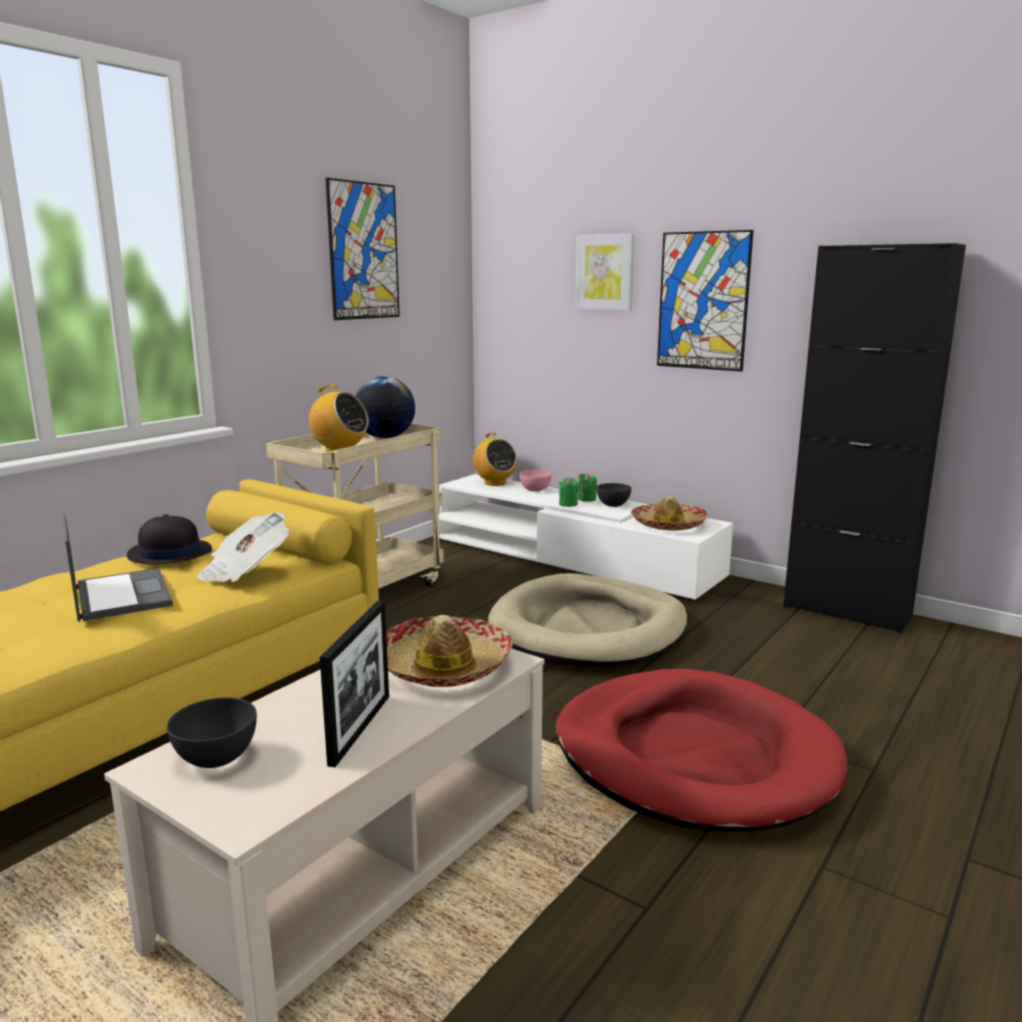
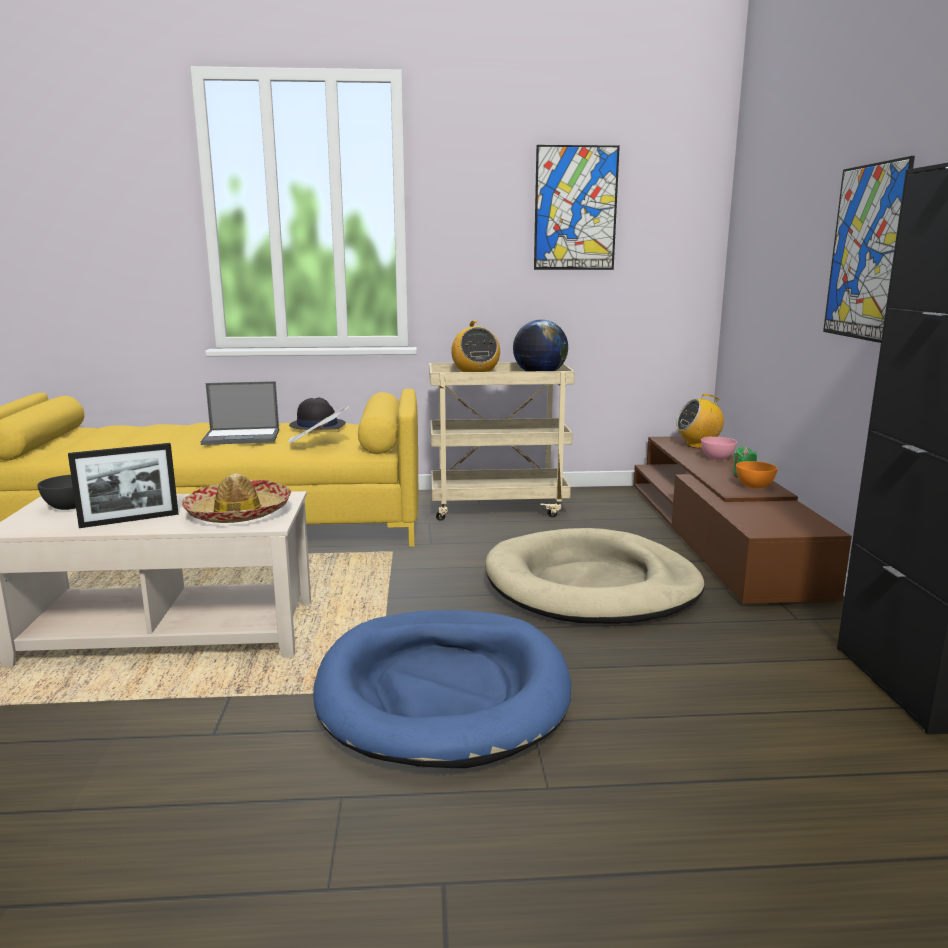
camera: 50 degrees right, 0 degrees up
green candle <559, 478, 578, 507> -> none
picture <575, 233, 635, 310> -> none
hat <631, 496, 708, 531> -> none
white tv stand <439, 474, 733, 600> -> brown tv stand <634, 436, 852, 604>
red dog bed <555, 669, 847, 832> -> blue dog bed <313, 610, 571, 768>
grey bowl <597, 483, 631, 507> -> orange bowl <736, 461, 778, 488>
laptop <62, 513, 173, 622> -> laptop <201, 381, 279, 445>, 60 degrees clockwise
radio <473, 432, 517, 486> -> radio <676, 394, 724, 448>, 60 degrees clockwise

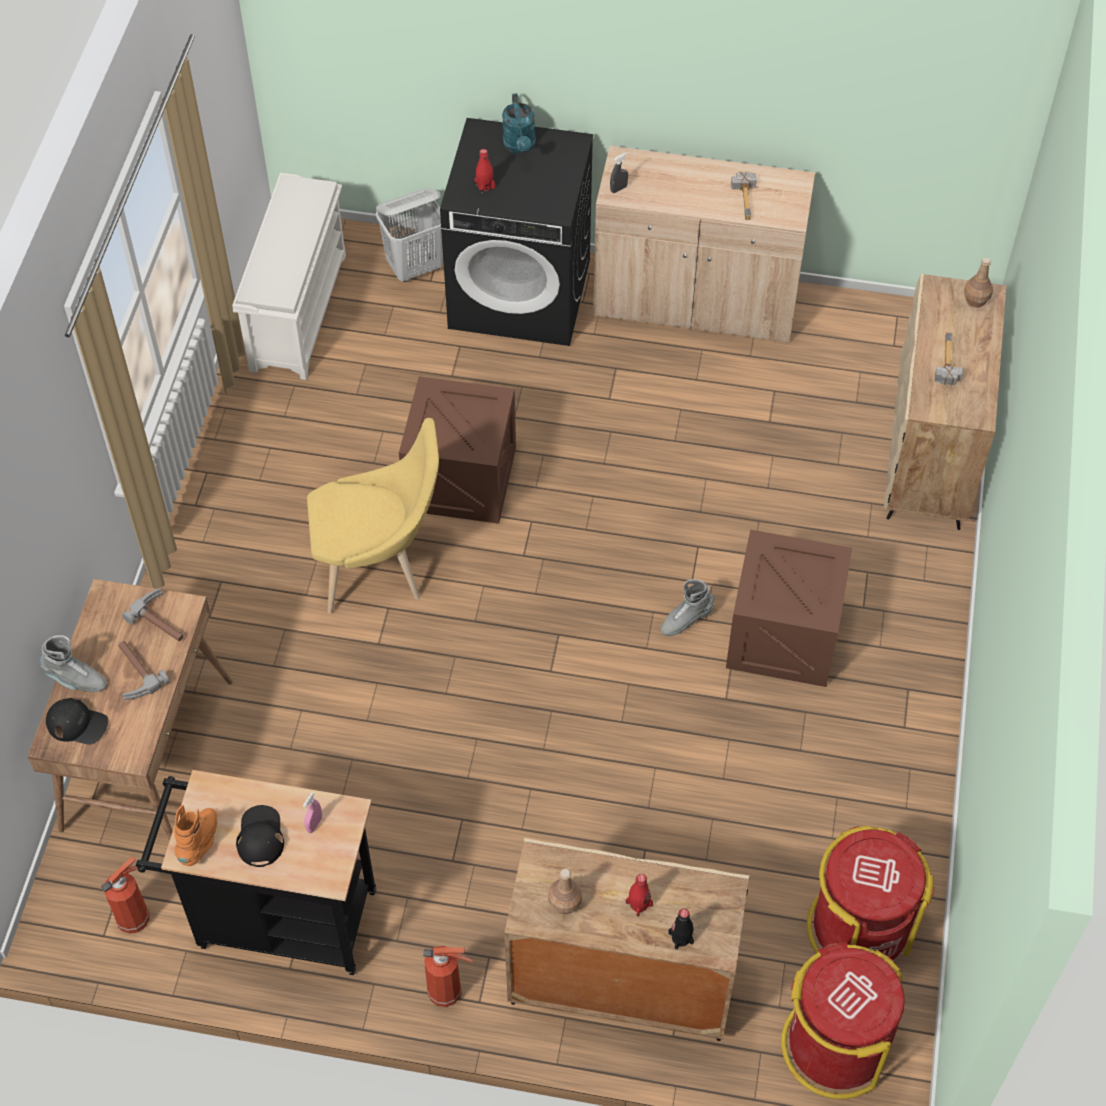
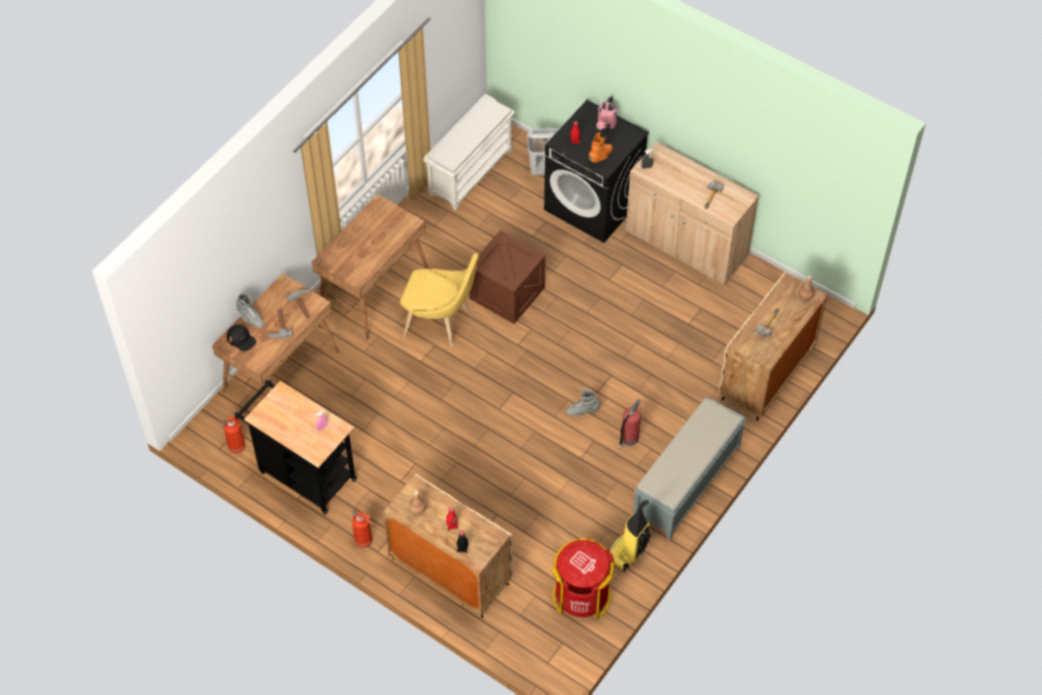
camera: 25 degrees right, 0 degrees up
black cap <236, 805, 284, 867> -> none
red trash can <781, 943, 905, 1099> -> none
none -> brown desk <312, 194, 429, 340>
none -> vacuum cleaner <610, 500, 651, 572>
none -> grey bench <633, 398, 746, 540>
orange boot <174, 805, 217, 866> -> orange boot <589, 132, 613, 163>, relocated
crate <726, 530, 852, 687> -> fire extinguisher <619, 399, 641, 449>
turquoise watering can <502, 93, 536, 154> -> pink watering can <596, 96, 617, 130>

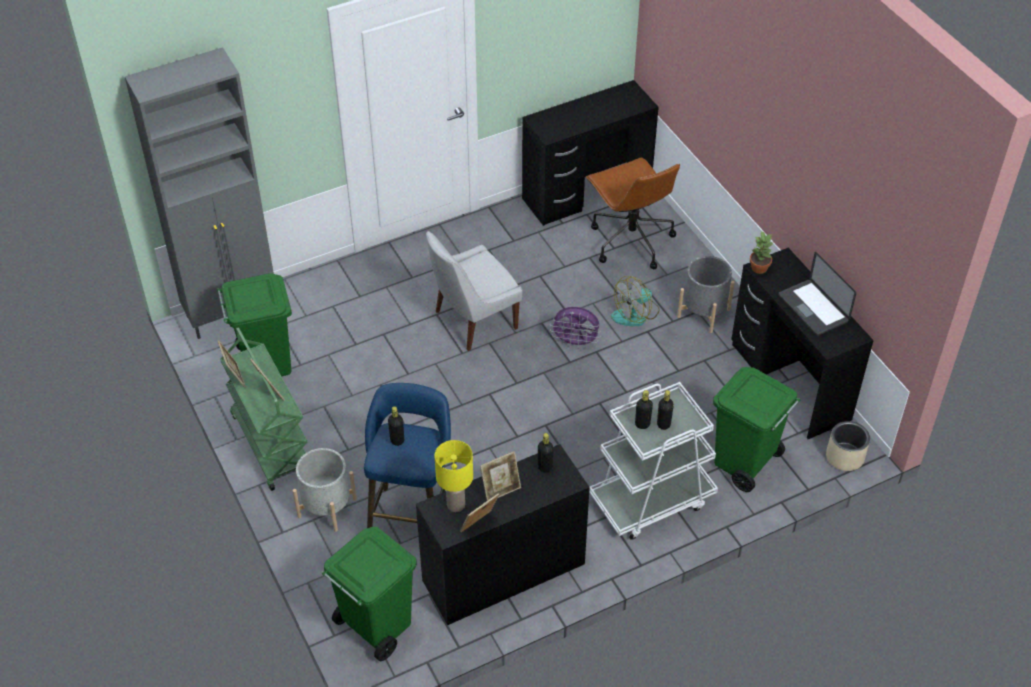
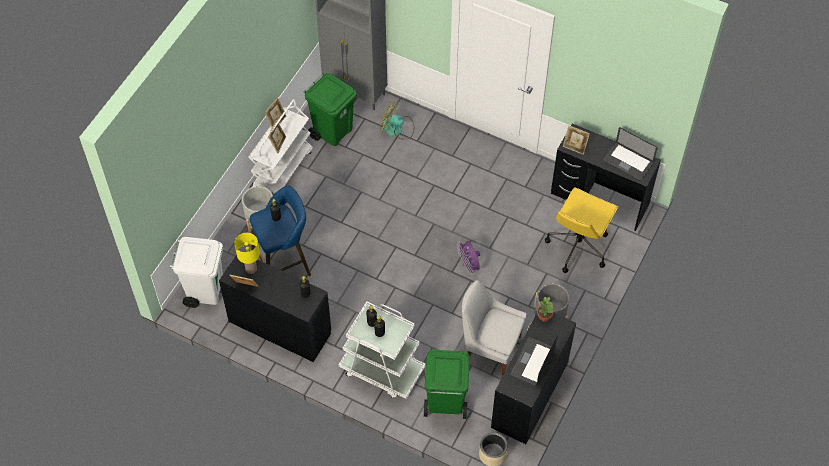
camera: 55 degrees right, 10 degrees up
none -> laptop <603, 127, 657, 181>
white chair <426, 231, 522, 351> -> white chair <462, 280, 526, 376>, relocated
picture frame <480, 451, 521, 500> -> picture frame <563, 125, 590, 155>, relocated
fan <611, 276, 660, 326> -> fan <380, 103, 414, 139>, relocated
green cart <220, 327, 308, 491> -> white cart <248, 99, 313, 194>
green trash can <322, 527, 416, 661> -> white trash can <170, 237, 223, 308>
brown office chair <586, 158, 680, 269> -> yellow office chair <545, 187, 618, 273>

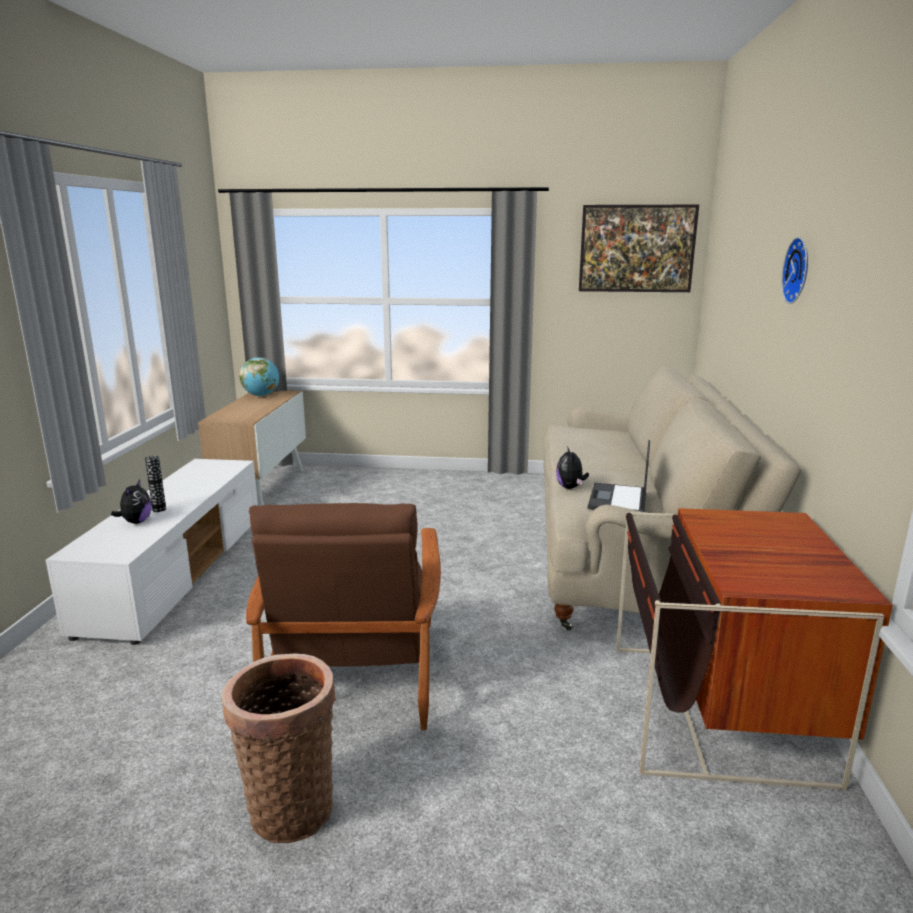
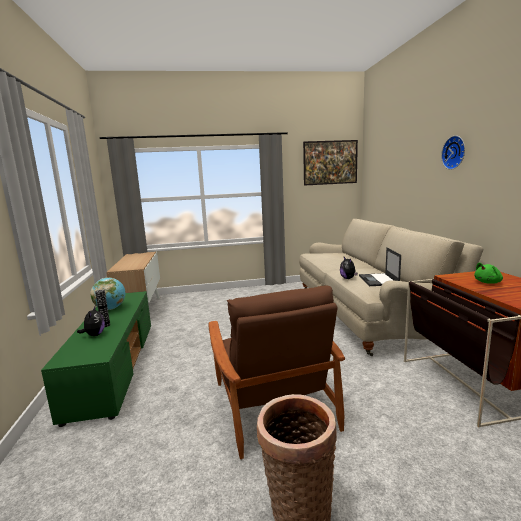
camera: 15 degrees left, 5 degrees down
none -> green plush toy <474, 262, 503, 284>
globe <239, 357, 279, 396> -> globe <90, 278, 125, 310>, relocated
white tv stand <46, 459, 258, 645> -> green tv stand <41, 291, 151, 427>

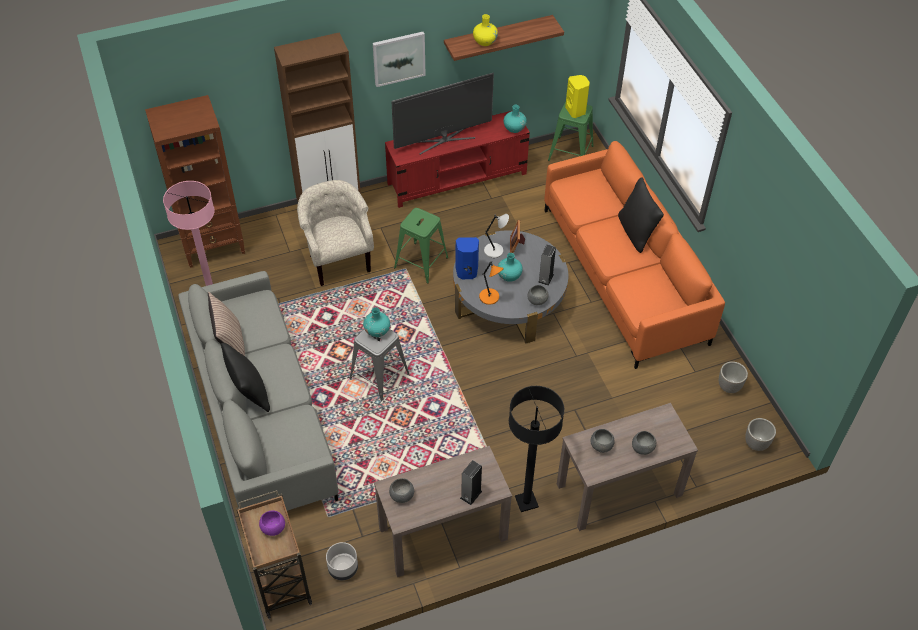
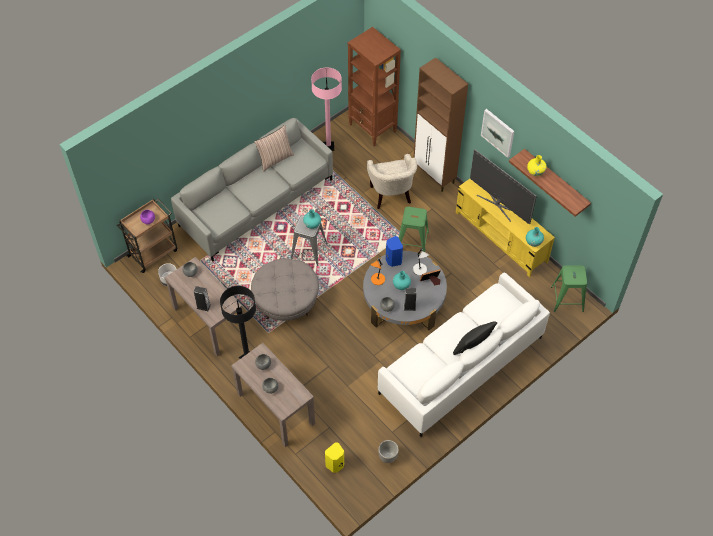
camera: 70 degrees right, 5 degrees up
black pillow <221, 343, 270, 412> -> none
planter <745, 418, 776, 451> -> none
none -> grey ottoman <251, 258, 319, 321>
yellow speaker <565, 75, 590, 118> -> yellow speaker <325, 442, 344, 473>, relocated
red tv stand <385, 111, 530, 208> -> yellow tv stand <456, 179, 555, 277>
orange sofa <544, 141, 725, 369> -> white sofa <378, 273, 550, 437>
beige armchair <297, 180, 374, 286> -> beige armchair <367, 154, 417, 209>, 120 degrees clockwise

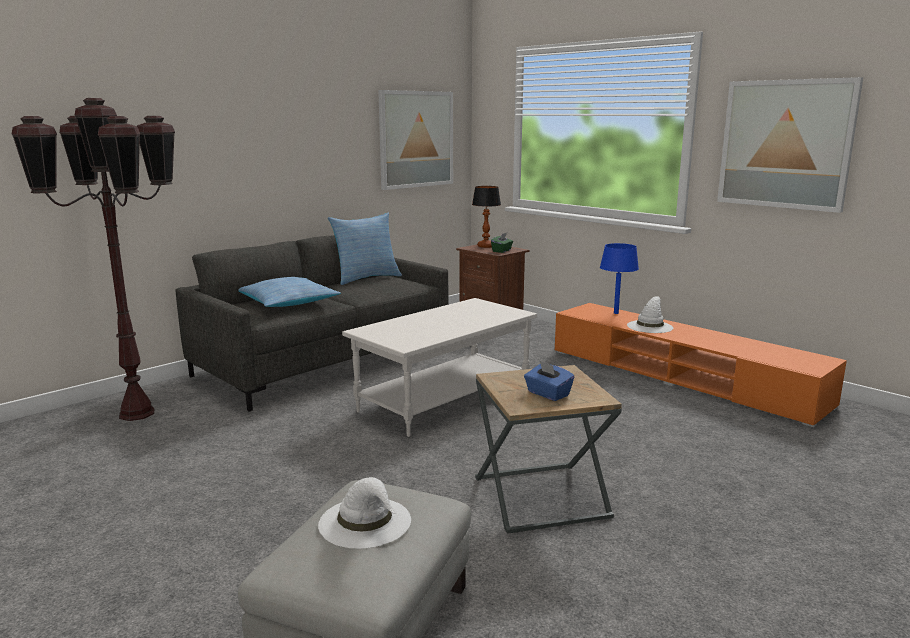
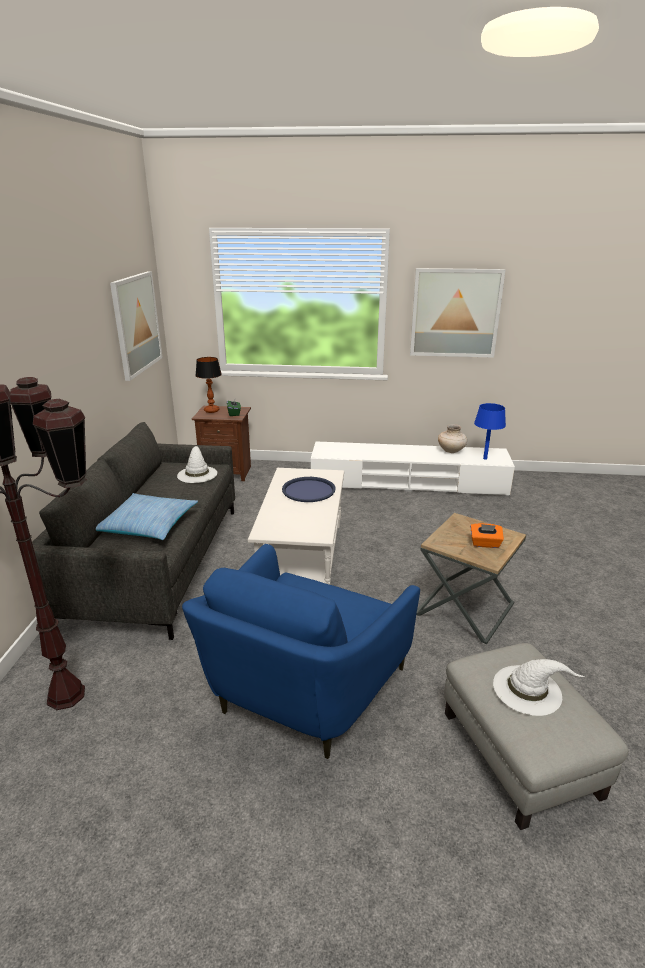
camera: 40 degrees left, 10 degrees up
pillow <328, 212, 402, 285> -> none
none -> blue armchair <182, 544, 420, 759>
none -> blue tray <282, 477, 336, 502>
none -> beige vase <438, 424, 467, 453>
blue table lamp <600, 243, 639, 314> -> blue table lamp <474, 403, 506, 460>, relocated
white hat <627, 296, 673, 333> -> white hat <177, 446, 217, 483>, relocated
blue tissue box <524, 360, 574, 401> -> orange tissue box <470, 523, 504, 548>
orange tv stand <555, 303, 847, 427> -> white tv stand <311, 441, 515, 496>

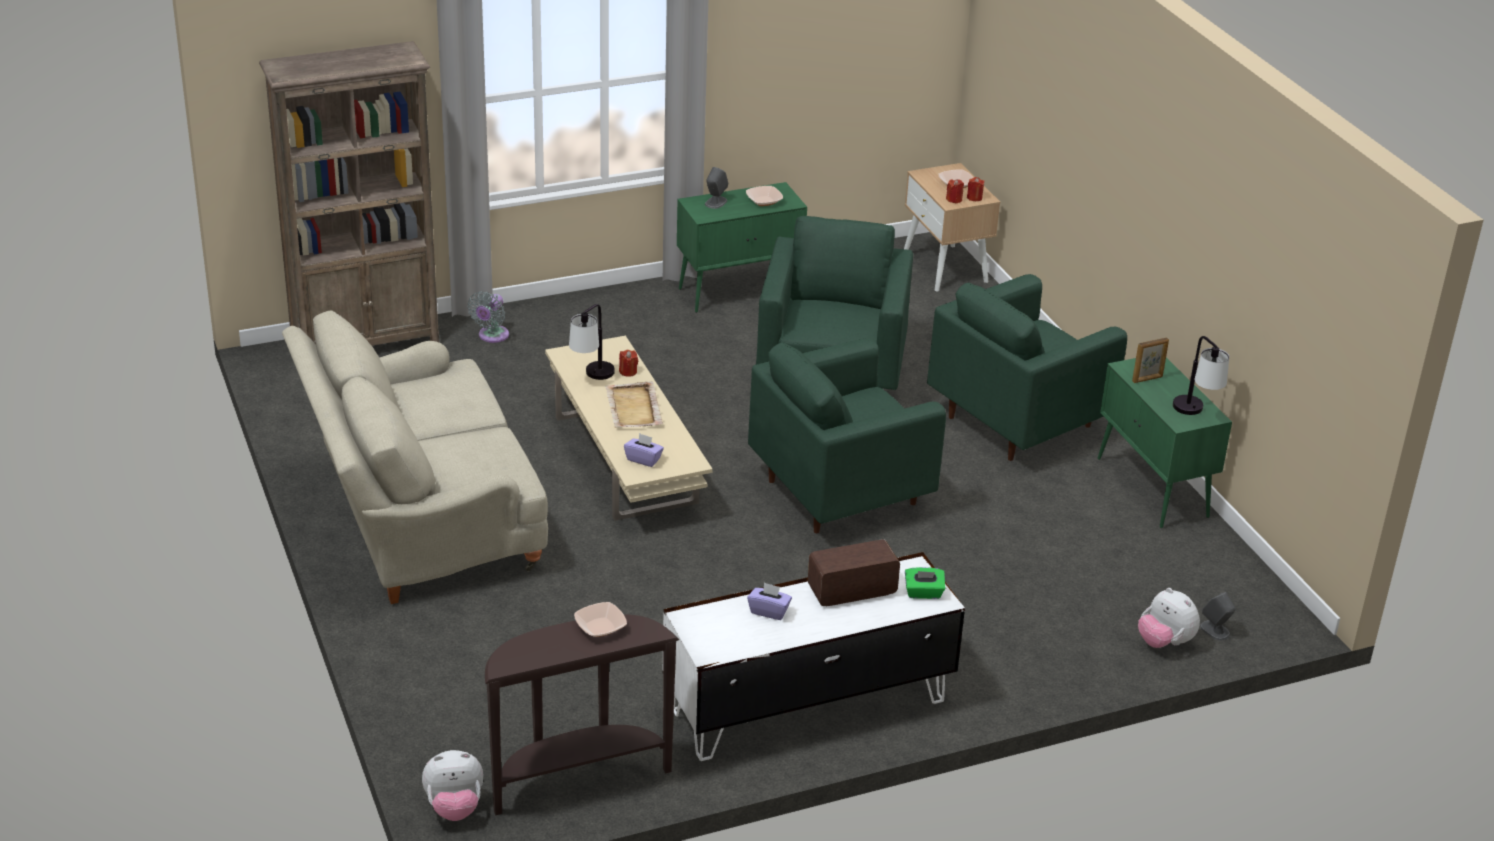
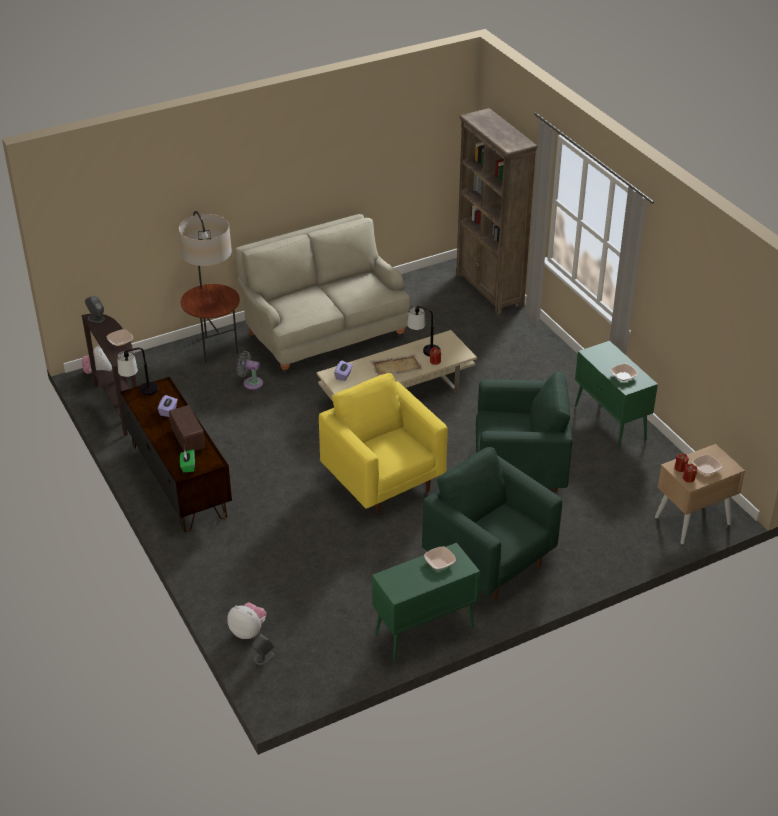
camera: 85 degrees right, 5 degrees up
none -> floor lamp <179, 211, 240, 363>
grey fan <467, 291, 509, 343> -> grey fan <236, 351, 263, 390>, relocated
grey speaker <705, 167, 729, 209> -> grey speaker <85, 295, 105, 323>, relocated
table lamp <1173, 336, 1229, 415> -> table lamp <117, 348, 159, 395>, relocated
picture frame <1132, 338, 1169, 383> -> bowl <424, 546, 456, 569>
white tv stand <662, 552, 965, 761> -> brown tv stand <120, 377, 232, 532>
green armchair <748, 338, 946, 533> -> yellow armchair <319, 373, 448, 515>
plush toy <1138, 588, 1200, 648> -> plush toy <227, 602, 266, 639>, 75 degrees clockwise

